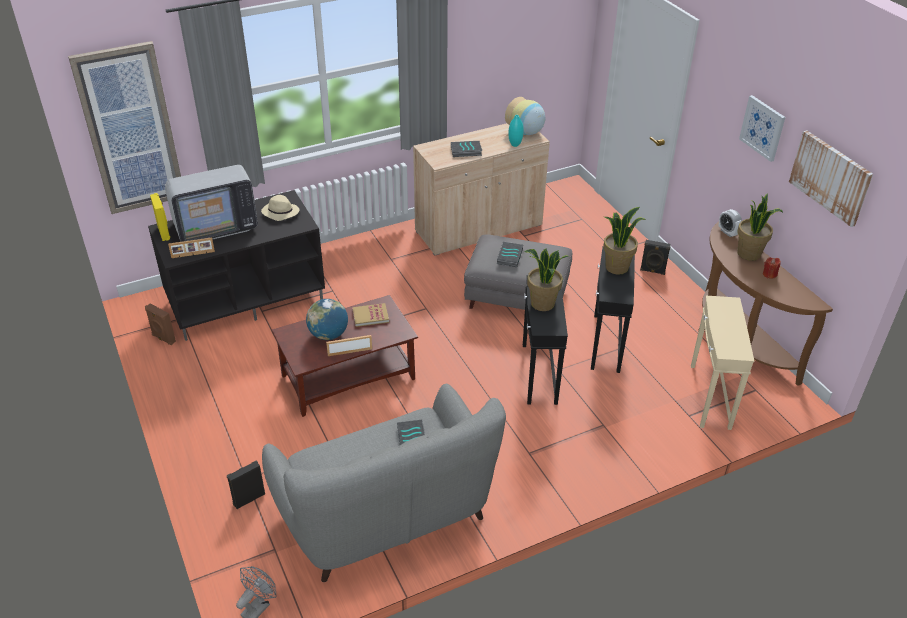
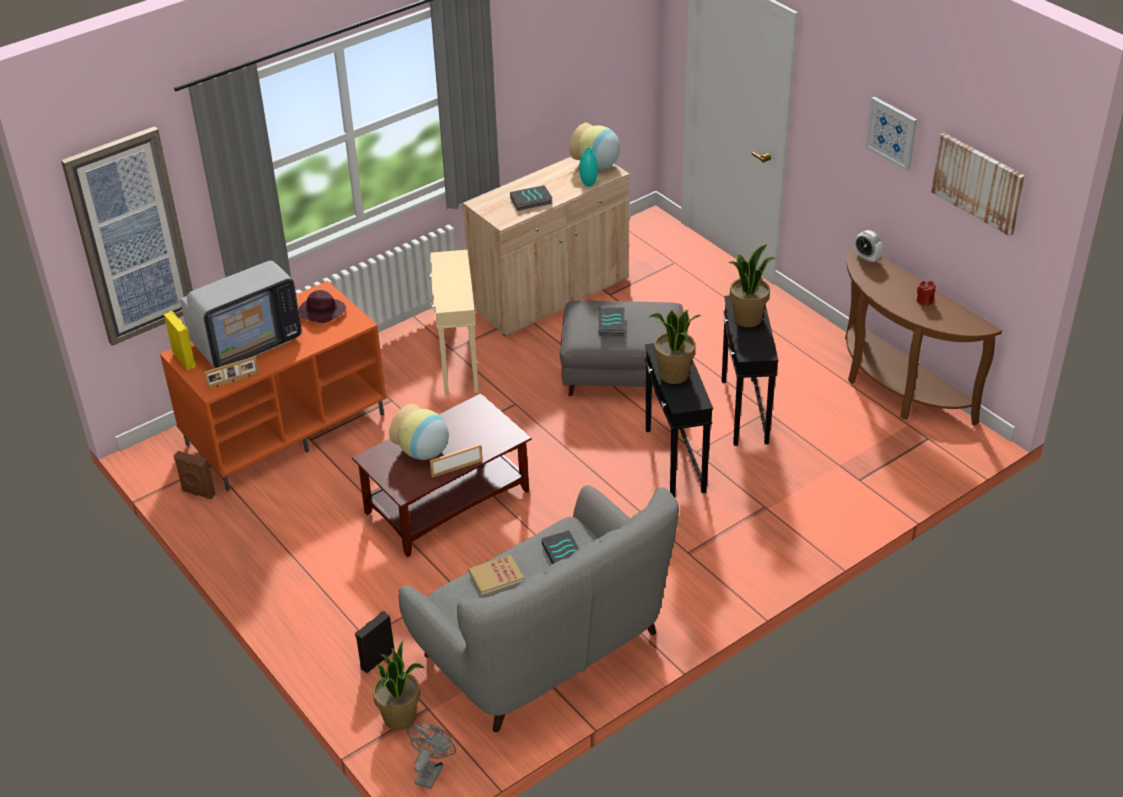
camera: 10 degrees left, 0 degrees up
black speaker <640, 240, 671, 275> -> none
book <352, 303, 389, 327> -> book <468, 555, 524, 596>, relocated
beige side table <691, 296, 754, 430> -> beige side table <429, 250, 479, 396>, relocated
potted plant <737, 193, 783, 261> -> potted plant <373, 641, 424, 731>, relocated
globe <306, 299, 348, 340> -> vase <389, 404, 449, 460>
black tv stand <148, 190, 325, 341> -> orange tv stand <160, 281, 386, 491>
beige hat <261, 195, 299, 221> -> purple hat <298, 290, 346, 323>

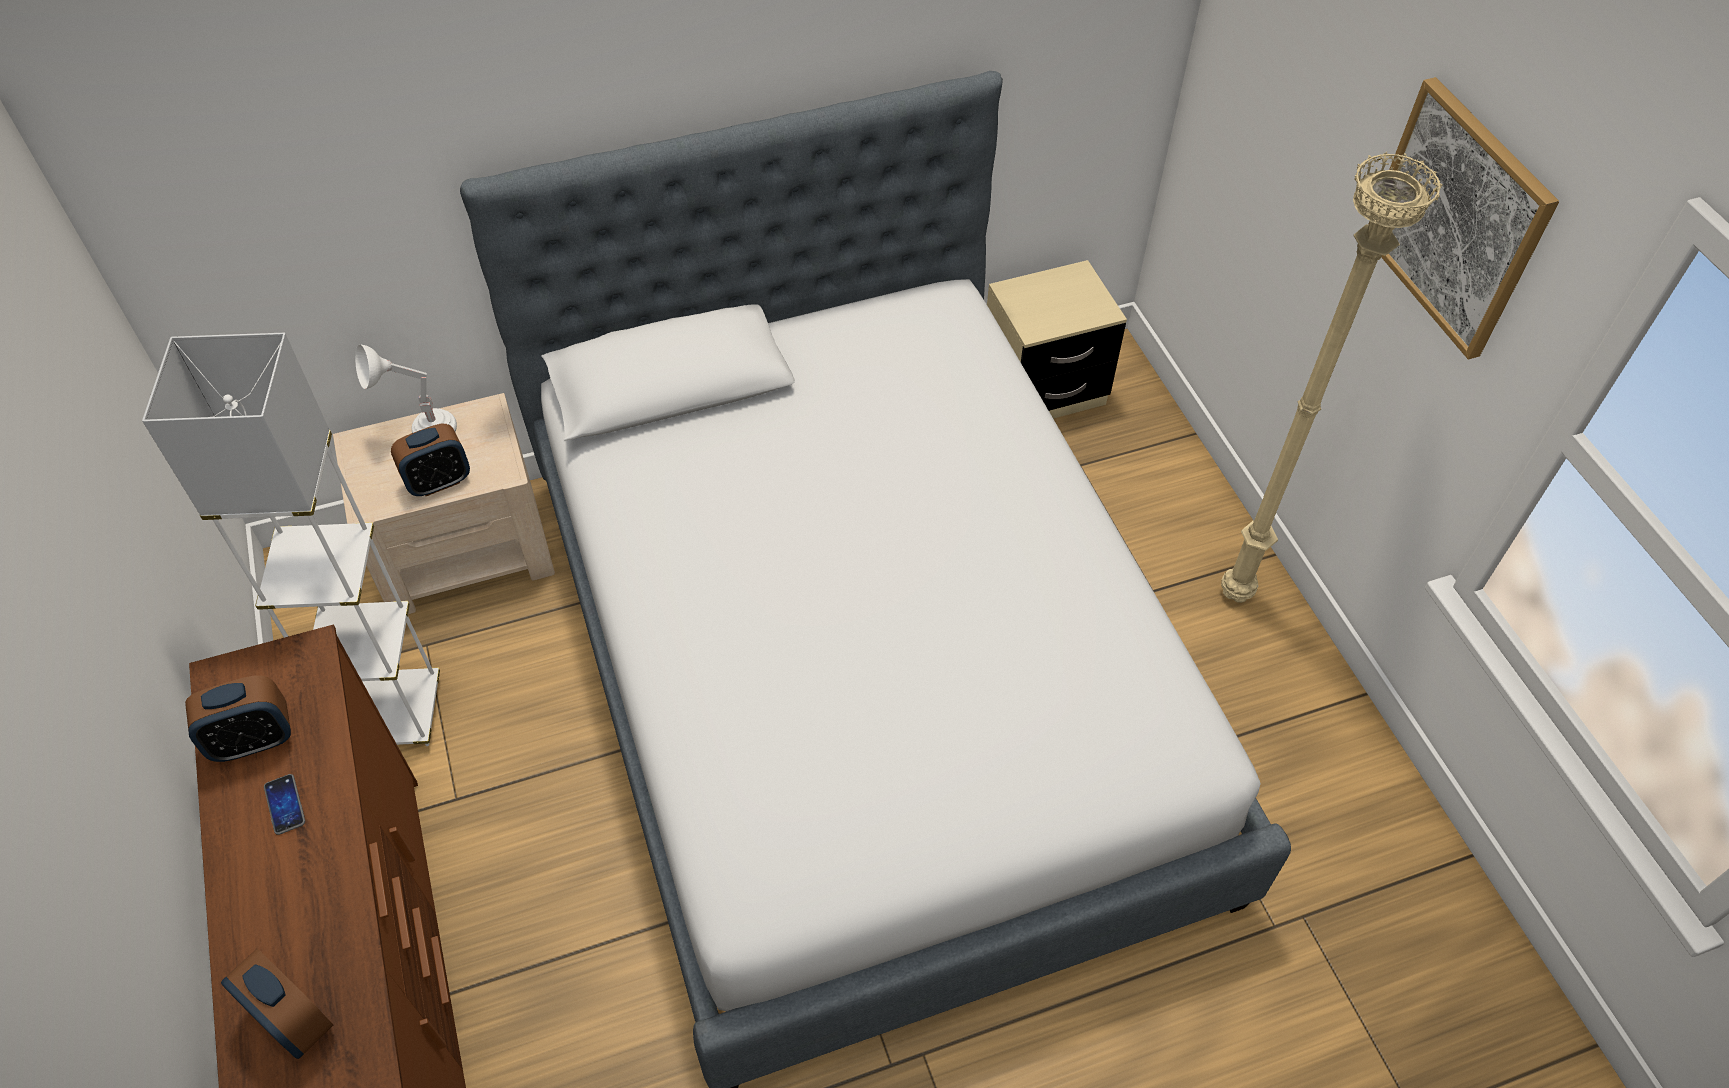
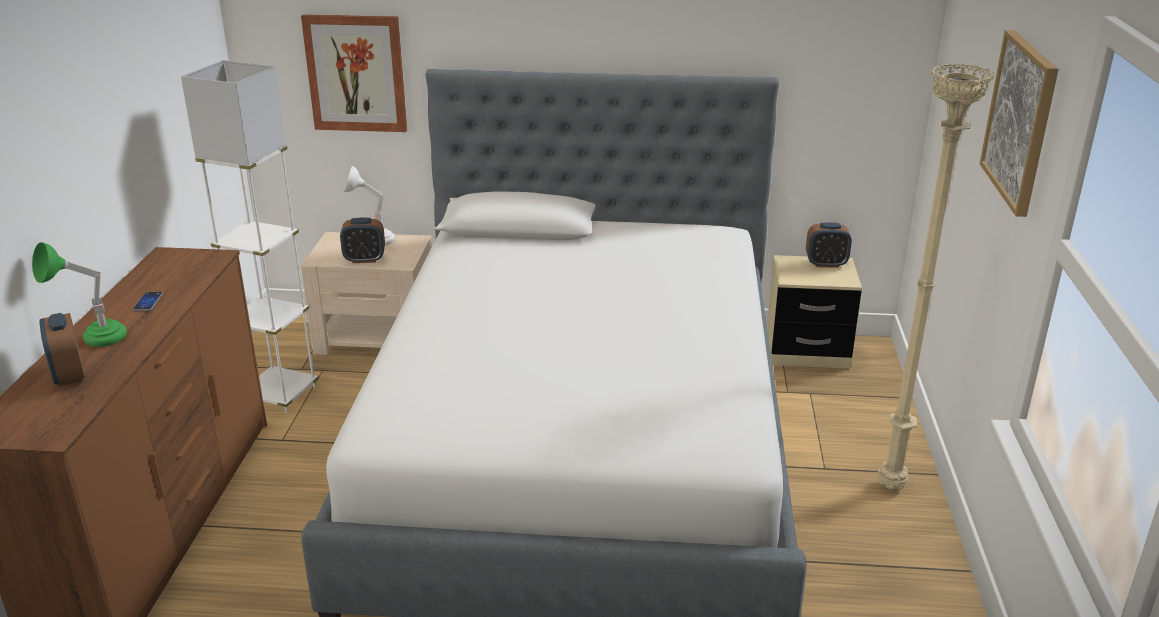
camera: 25 degrees right, 25 degrees down
none -> green table lamp <32, 242, 127, 347>
none -> picture <301, 14, 407, 132>
alarm clock <185, 675, 291, 762> -> alarm clock <806, 222, 852, 268>, relocated

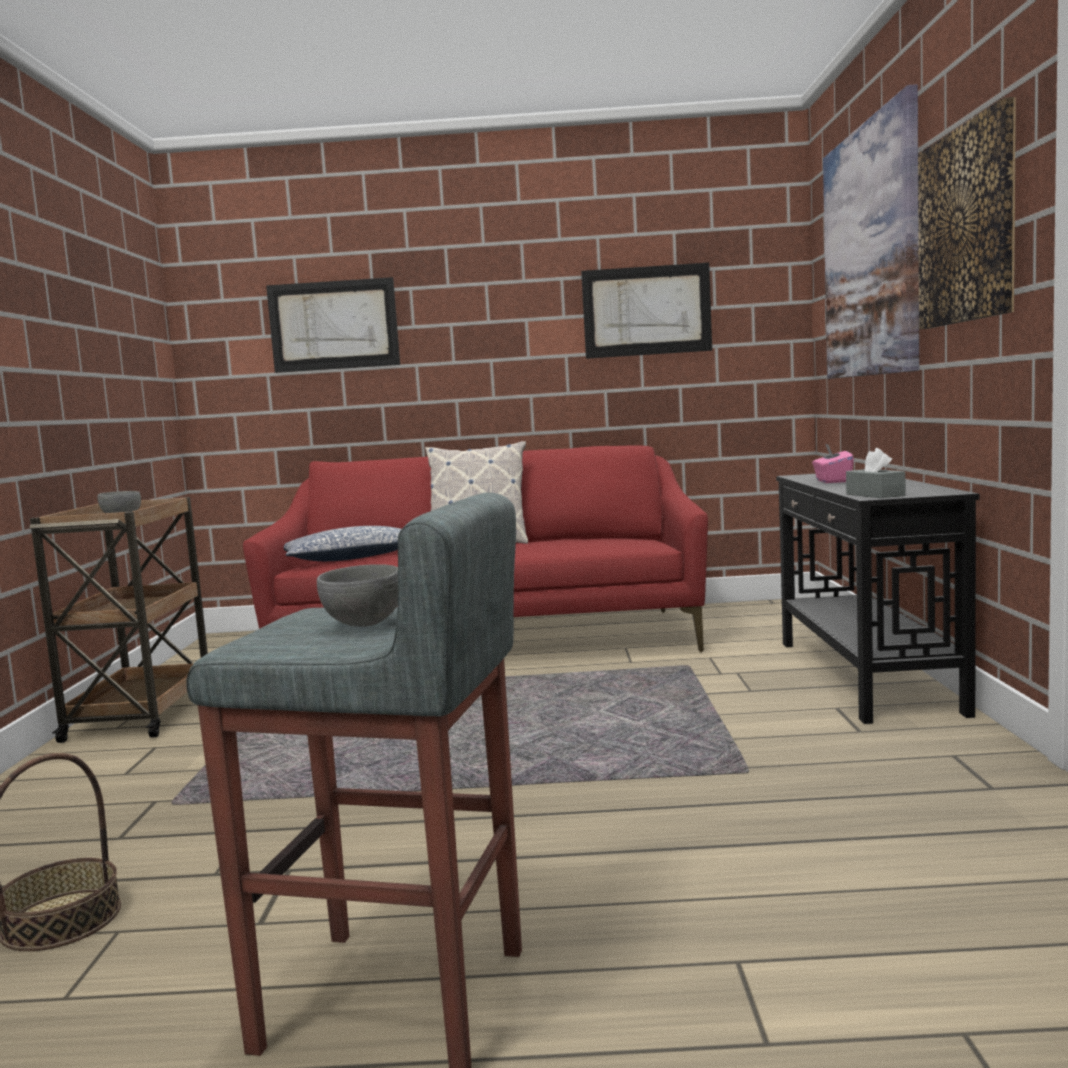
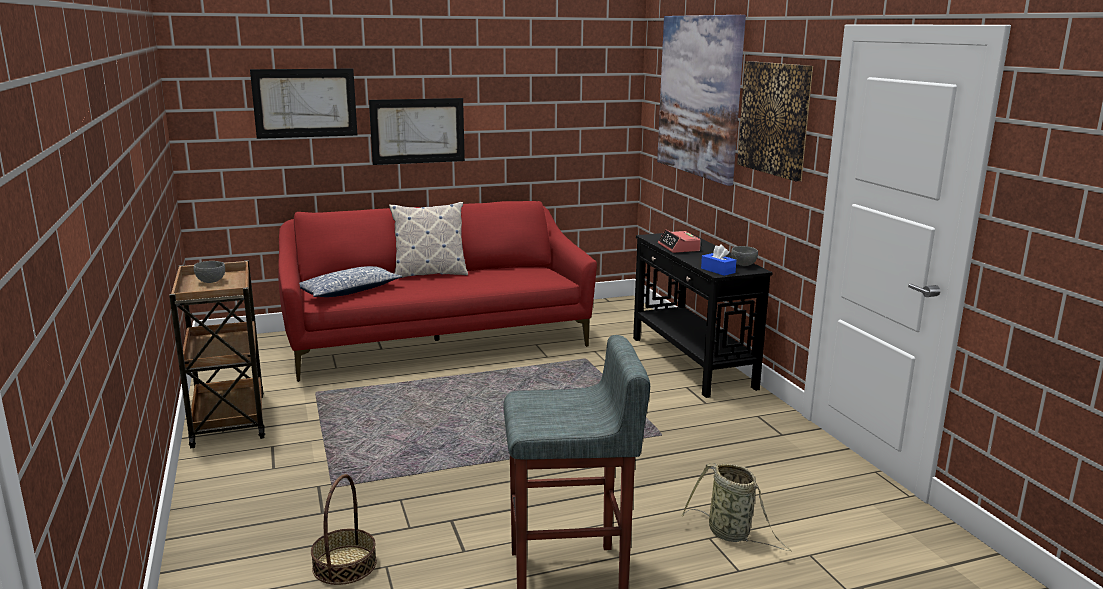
camera: 20 degrees left, 10 degrees up
none -> basket <681, 463, 792, 552>
grey bowl <317, 564, 398, 627> -> grey bowl <731, 246, 758, 266>, relocated
picture <581, 263, 712, 359> -> picture <369, 98, 465, 165>, relocated
pink tissue box <812, 444, 854, 483> -> alarm clock <658, 229, 701, 253>
grey tissue box <846, 448, 905, 498> -> blue tissue box <701, 244, 736, 276>

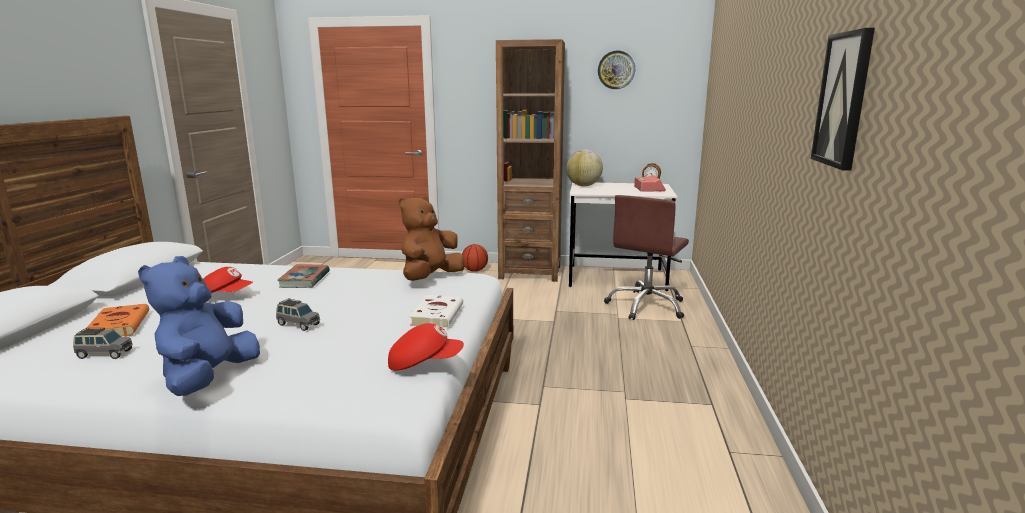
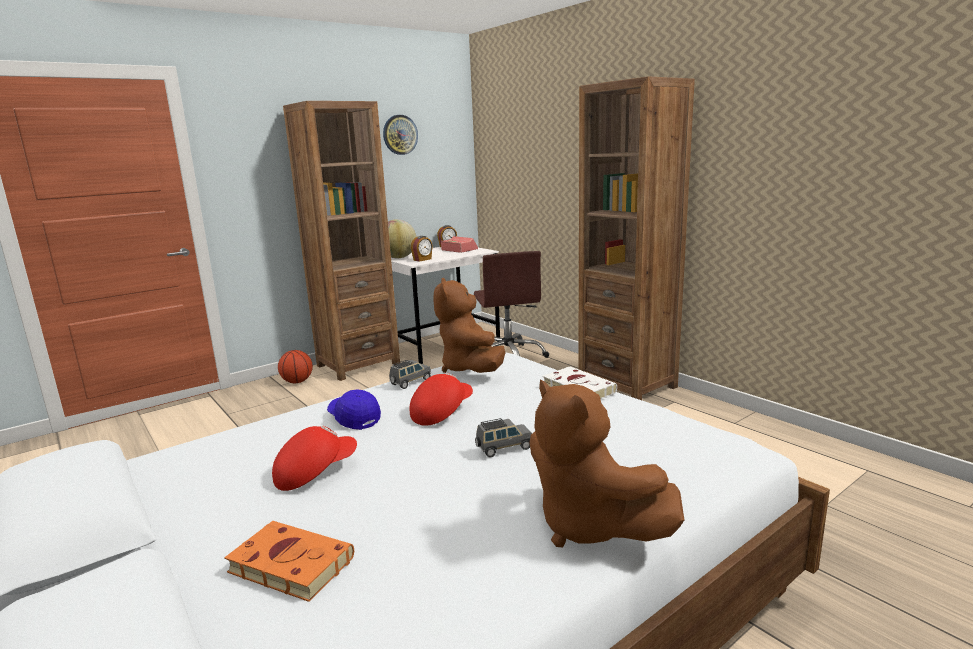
camera: 45 degrees left, 0 degrees up
picture <811, 28, 875, 171> -> none
none -> alarm clock <411, 236, 433, 262>
none -> brown bookcase <578, 76, 695, 400>
grey toy car <73, 328, 133, 359> -> grey toy car <389, 360, 431, 389>, relocated
red cap <388, 323, 464, 371> -> red cap <409, 373, 473, 426>, relocated
book <277, 264, 330, 288> -> blue cap <327, 390, 381, 430>
blue plush toy <138, 256, 260, 396> -> brown plush toy <529, 379, 684, 547>

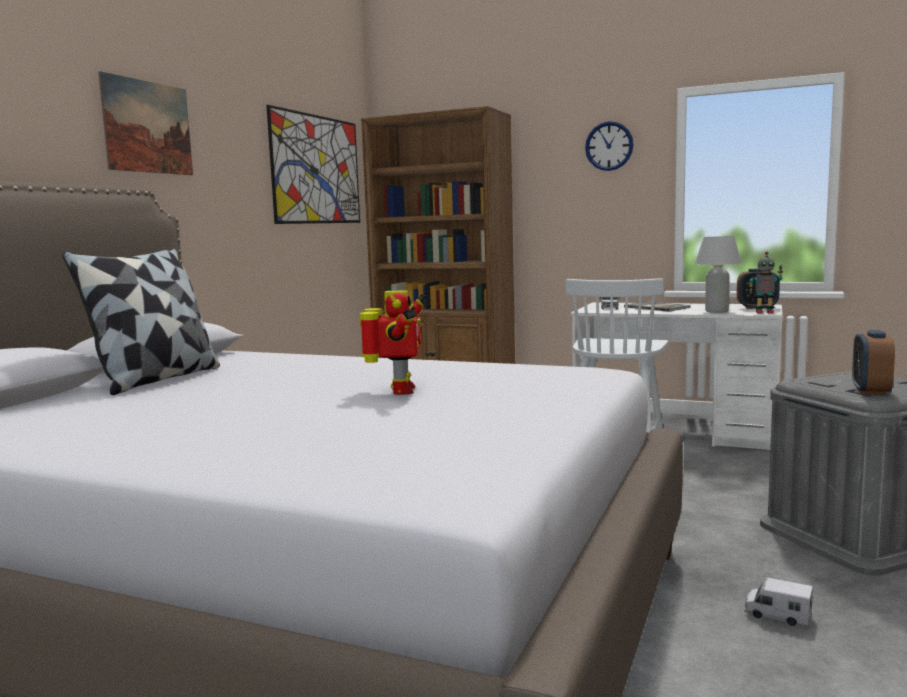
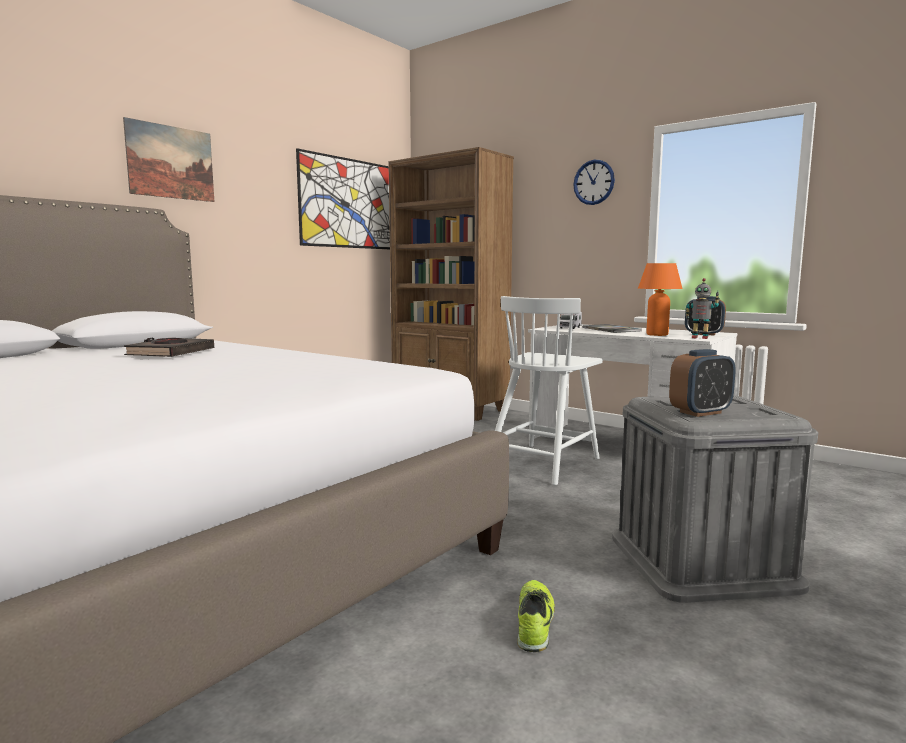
camera: 15 degrees right, 0 degrees up
pillow <62, 248, 220, 395> -> none
toy robot <360, 290, 428, 395> -> none
none -> black book <124, 338, 214, 357>
toy truck <744, 577, 813, 627> -> shoe <517, 580, 555, 652>
white table lamp <695, 236, 742, 313> -> orange table lamp <638, 263, 683, 336>
alarm clock <852, 330, 895, 395> -> alarm clock <669, 349, 736, 417>, 150 degrees counterclockwise

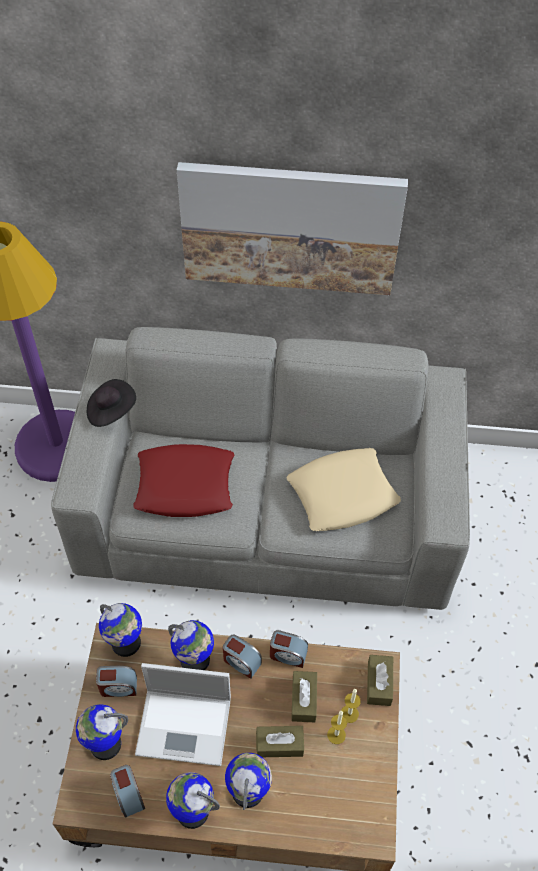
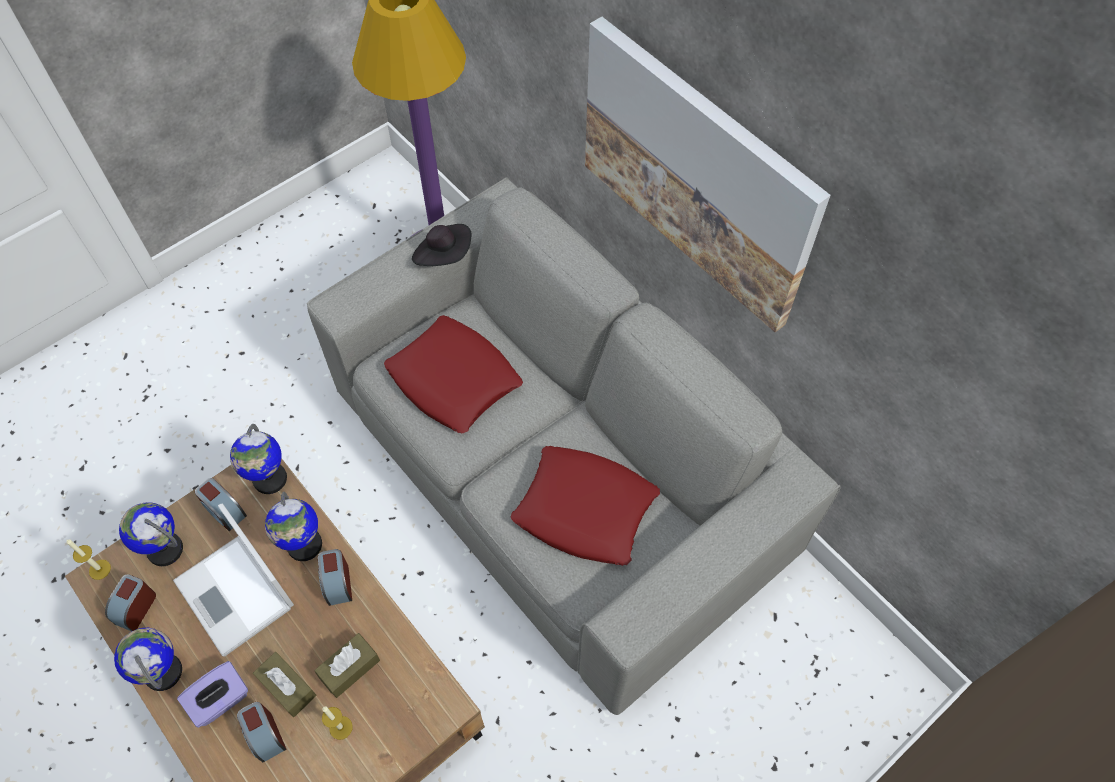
camera: 45 degrees right, 5 degrees up
brown tissue box <367, 655, 393, 706> -> none
alarm clock <270, 630, 308, 668> -> alarm clock <237, 702, 286, 762>, relocated
candle <341, 689, 361, 723> -> candle <66, 539, 111, 580>, relocated
globe <225, 753, 272, 810> -> purple tissue box <177, 661, 248, 728>
beige pillow <287, 448, 401, 531> -> red pillow <511, 446, 660, 566>

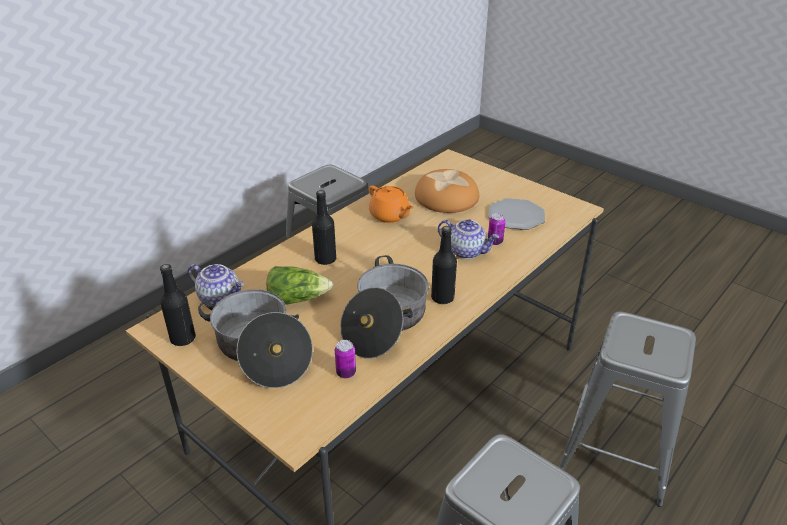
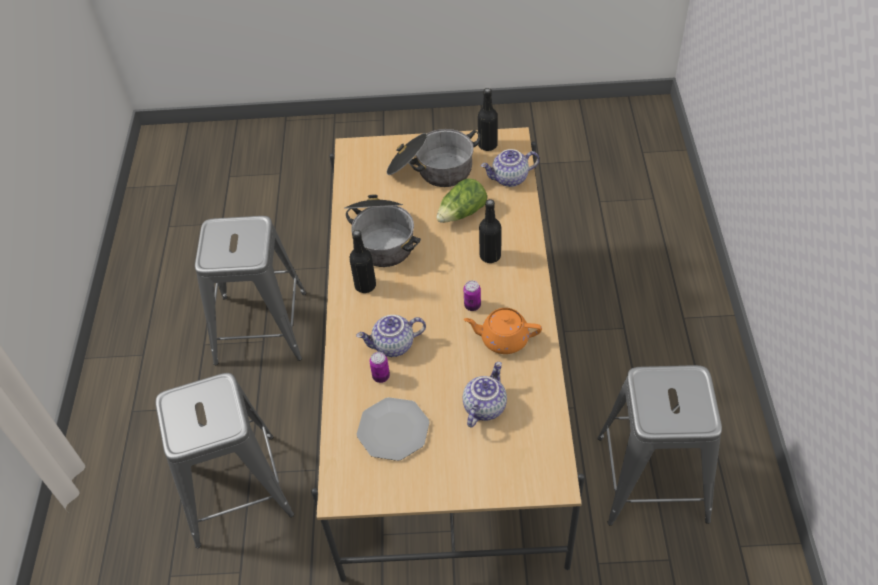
camera: 140 degrees right, 15 degrees up
can <335, 340, 356, 378> -> can <463, 280, 481, 311>, relocated
bread <415, 169, 479, 213> -> teapot <463, 362, 507, 427>

